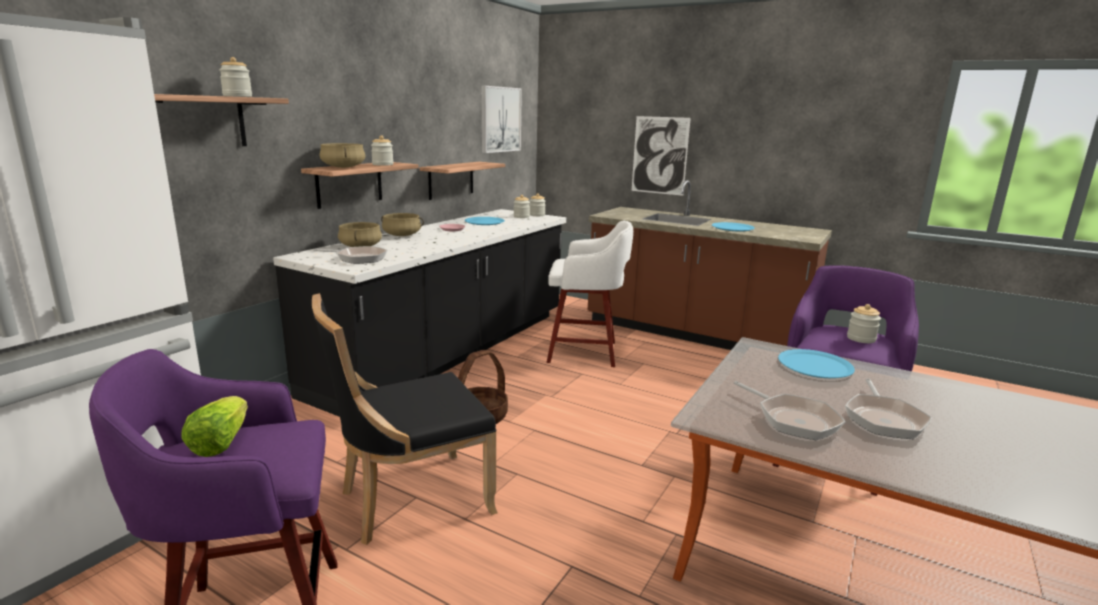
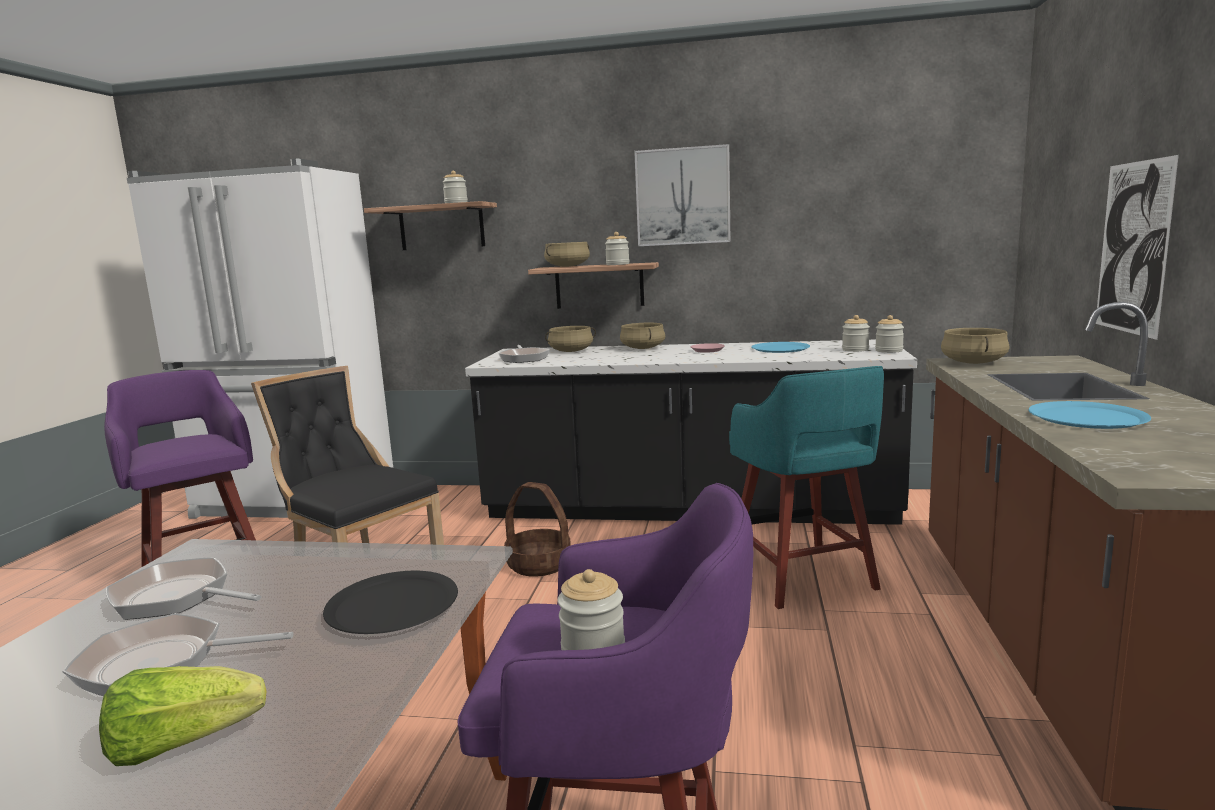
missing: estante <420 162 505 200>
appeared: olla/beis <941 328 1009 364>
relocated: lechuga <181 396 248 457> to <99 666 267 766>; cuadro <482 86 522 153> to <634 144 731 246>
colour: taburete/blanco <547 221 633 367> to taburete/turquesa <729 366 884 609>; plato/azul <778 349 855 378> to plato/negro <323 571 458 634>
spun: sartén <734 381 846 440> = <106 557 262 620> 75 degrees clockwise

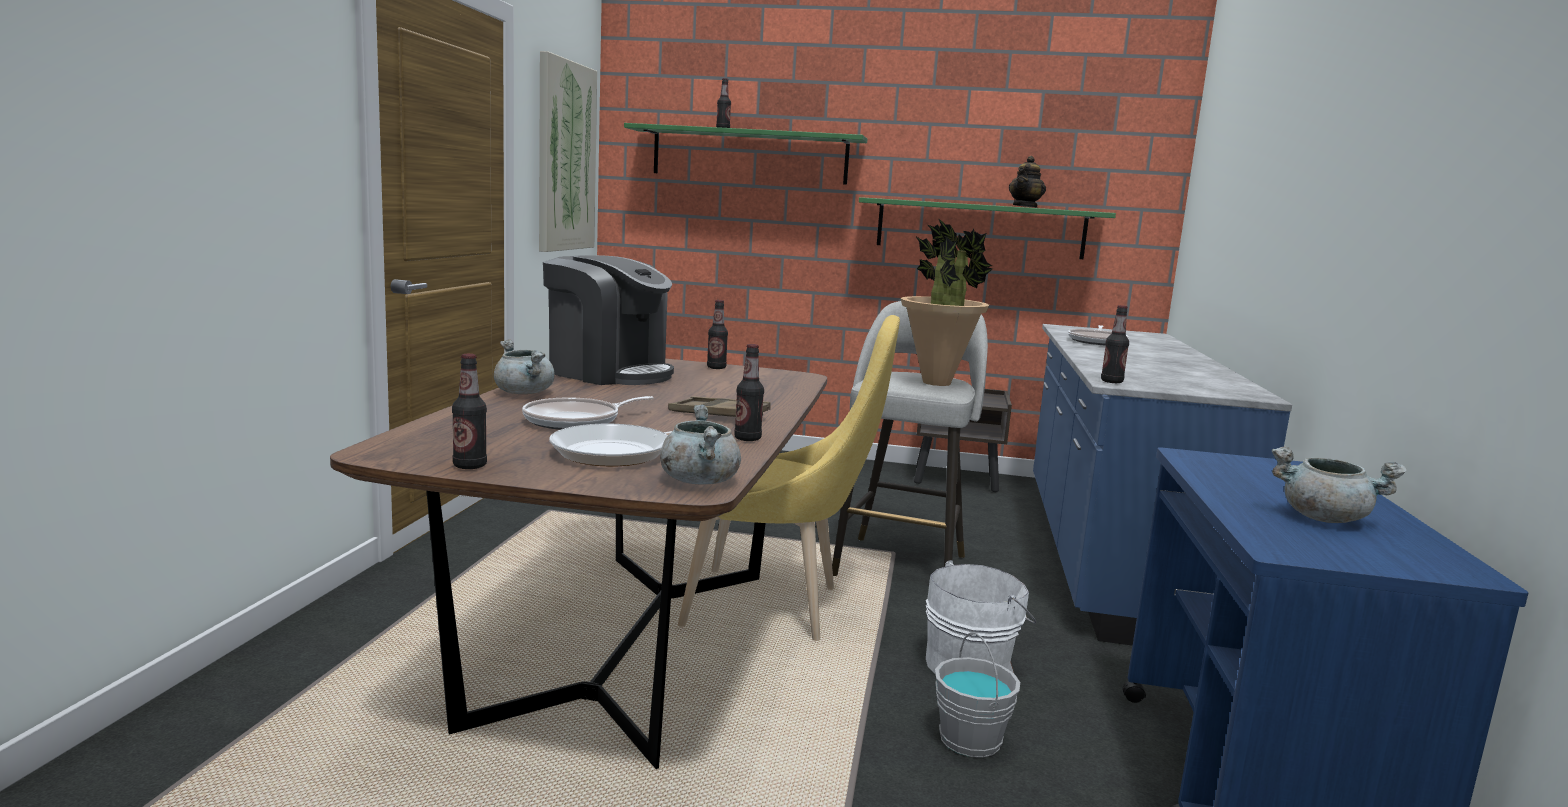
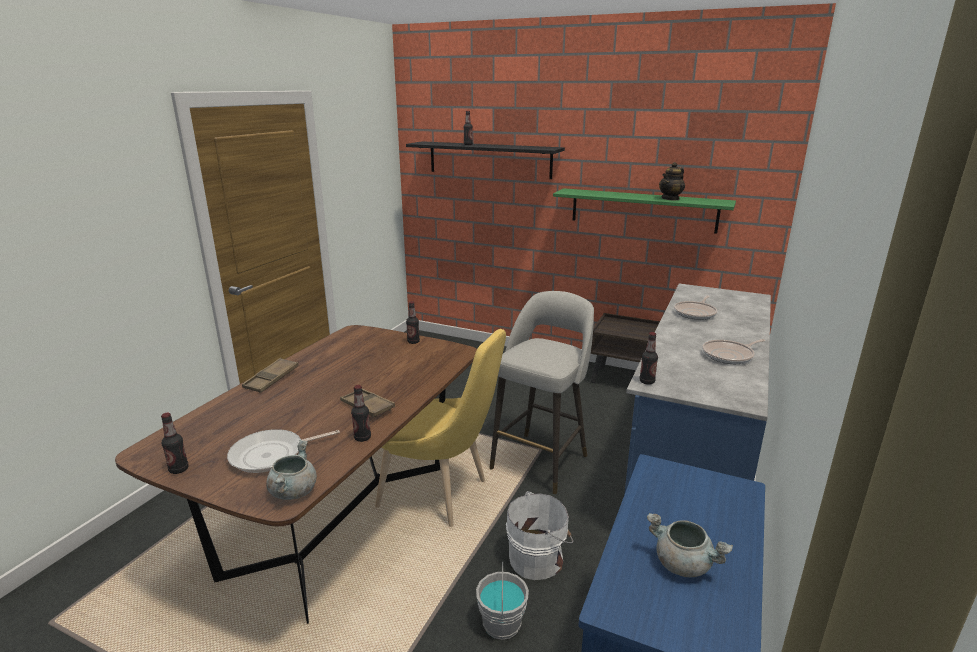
missing: cuadro <539 51 597 252>; cafetera <543 255 674 385>; planta en maceta <901 218 993 386>
relocated: sartén <522 396 654 430> to <702 339 766 364>
exchanged: olla/gris <494 339 554 394> to bandeja/marrón <242 358 299 393>
colour: estante/verde <624 123 867 185> to estante/negro <406 141 565 179>

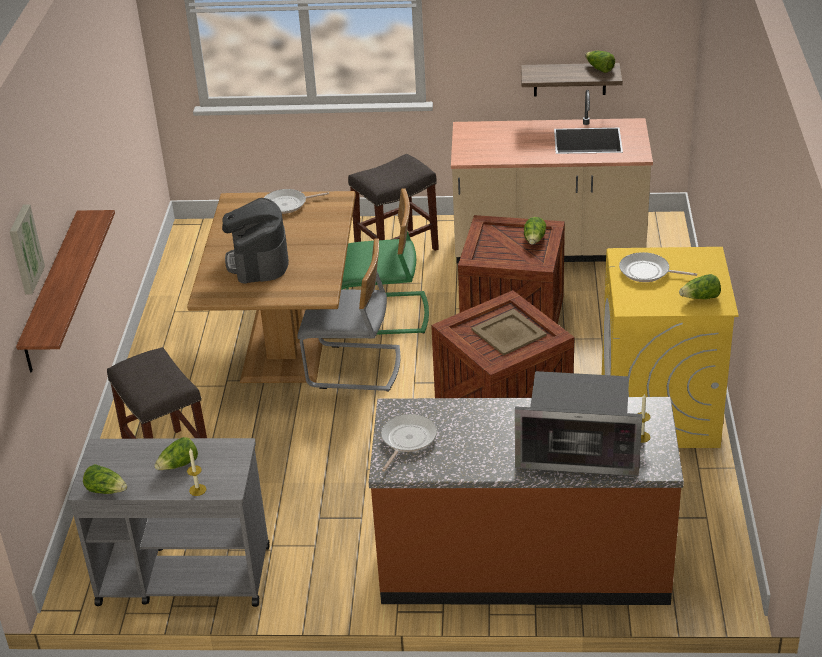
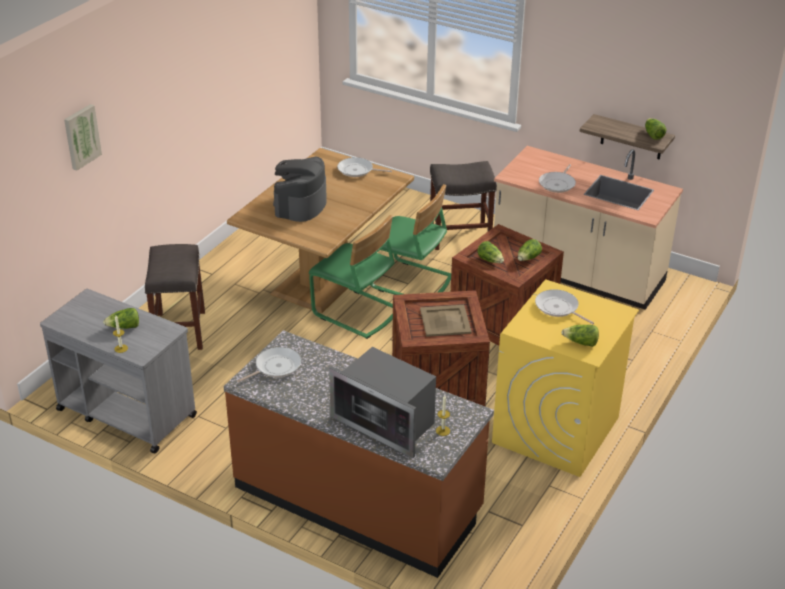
missing: estante <16 210 115 373>
appeared: sartén <539 164 576 193>
relocated: lechuga <83 464 127 494> to <477 241 504 263>
colour: silla/gris <297 238 400 392> to silla/verde <309 215 395 339>

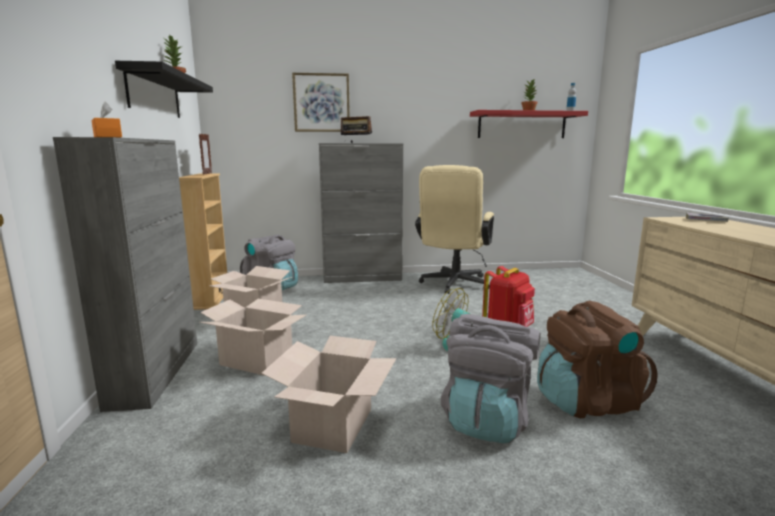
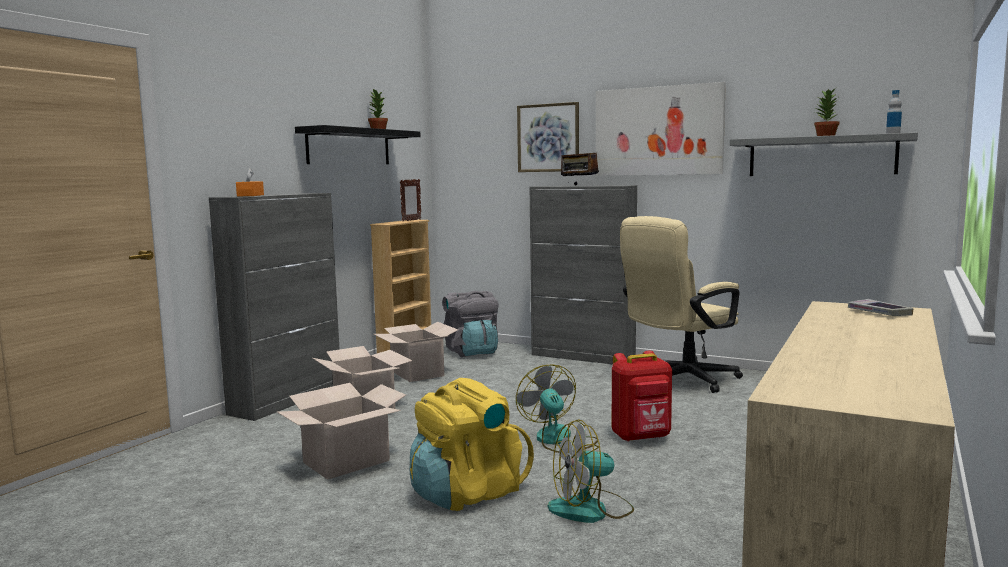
appeared: cuadro <596 82 726 176>
exchanged: mochila/marrón <537 301 658 419> to ventilador <548 419 634 523>
colour: mochila/gris <441 314 540 443> to mochila/amarillo <409 378 534 511>; estante/rojo <470 110 588 138> to estante/gris <730 133 918 176>

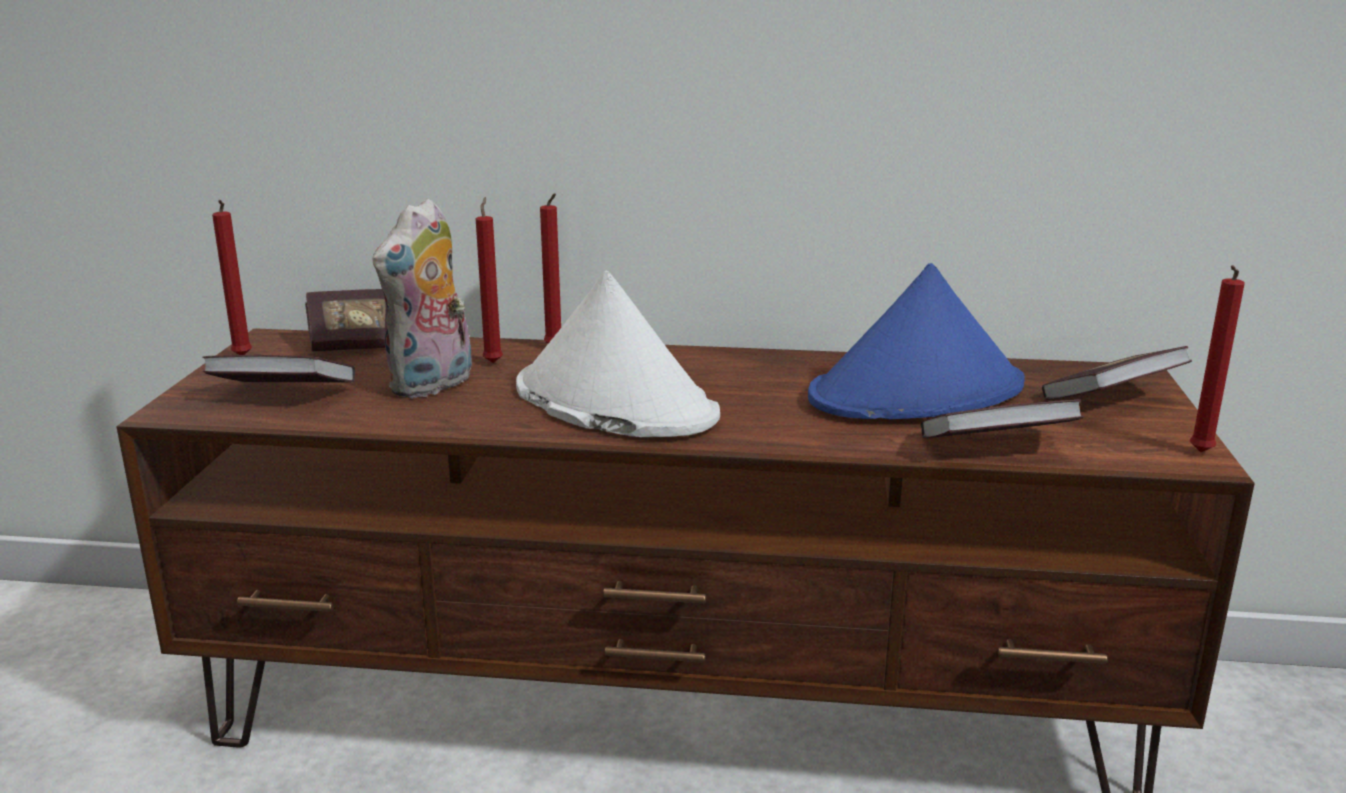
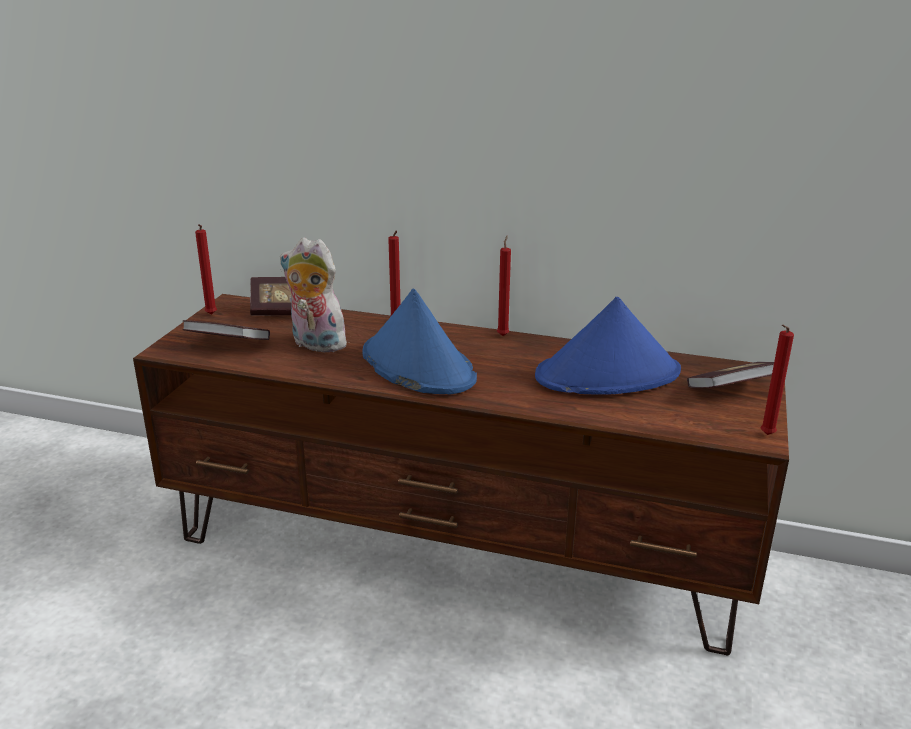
missing: libro <921 399 1084 438>
relocated: vela/rojo <476 197 503 363> to <497 236 511 336>
colour: sombrero/blanco <516 271 720 437> to sombrero/azul <362 288 477 394>
spun: peluche <373 198 472 398> = <280 237 349 353> 75 degrees clockwise

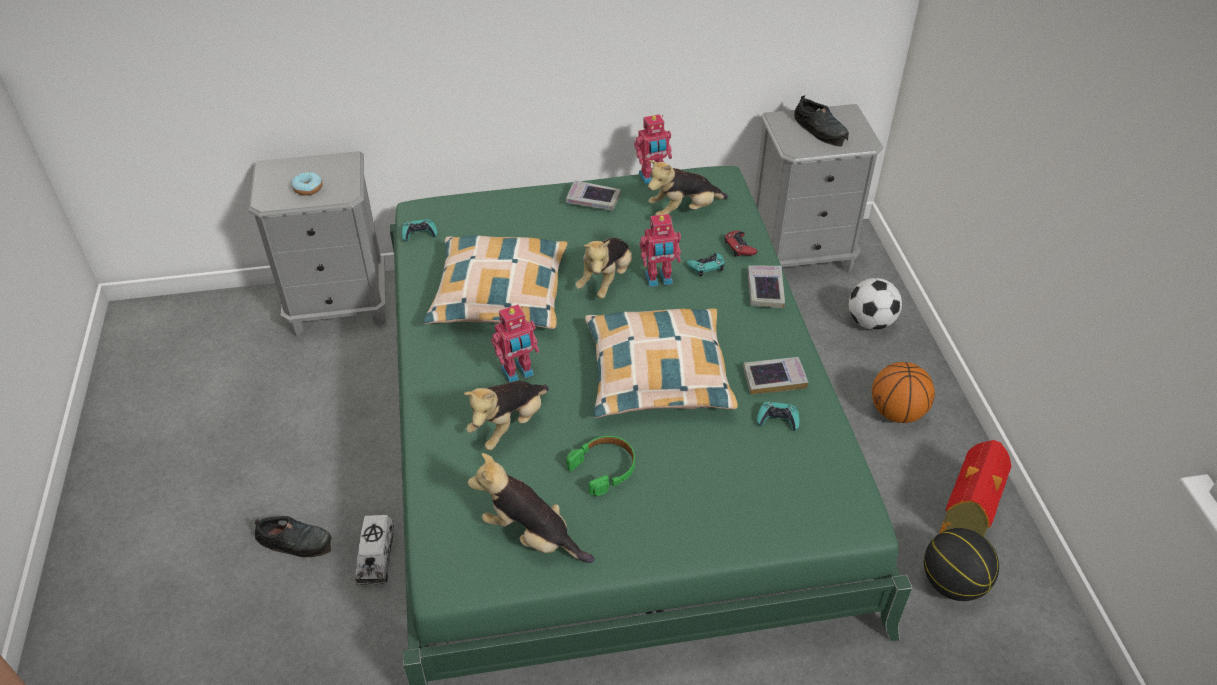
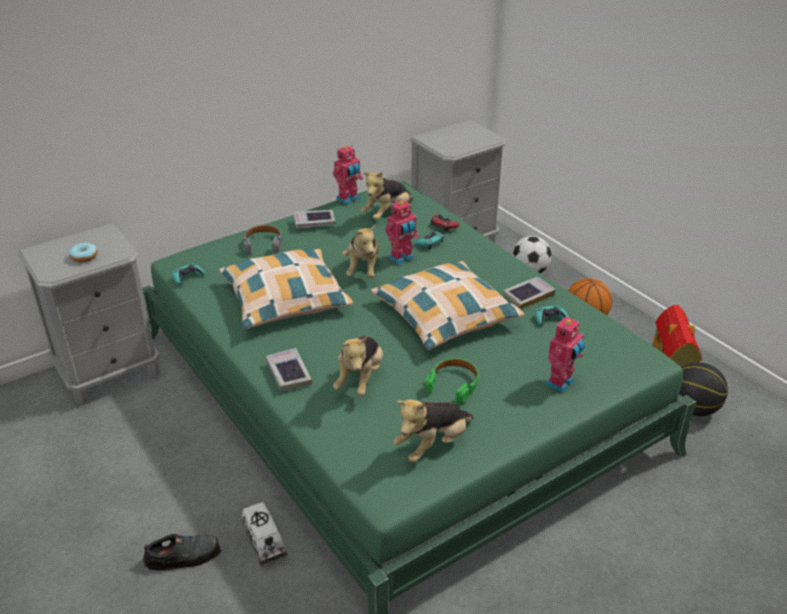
missing: zapato/negro <794 95 849 146>
appeared: auriculares/gris <244 225 282 254>
relocated: robot de juguete <491 304 539 382> to <544 316 585 393>; libro <748 265 785 309> to <266 348 312 391>
spun: peluche <468 453 595 563> = <394 399 474 463> 45 degrees counterclockwise

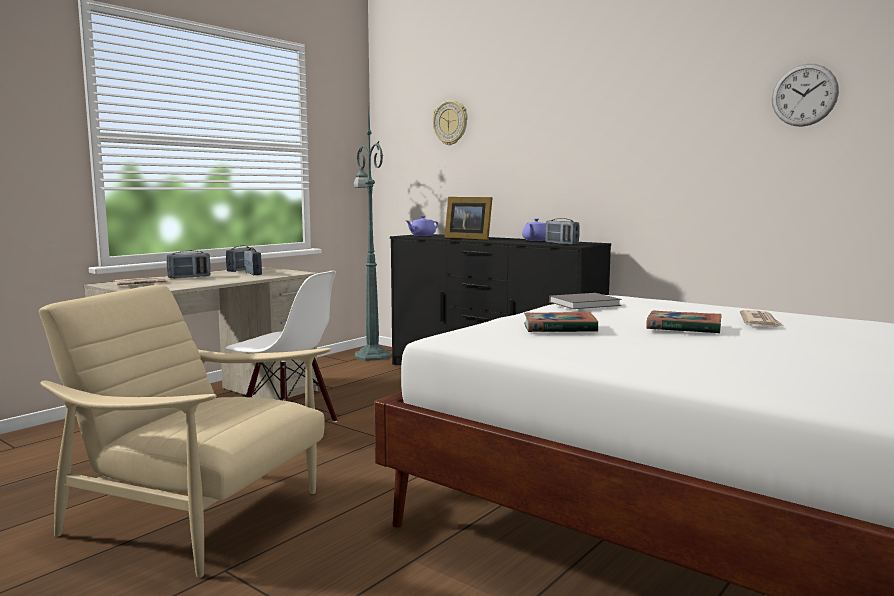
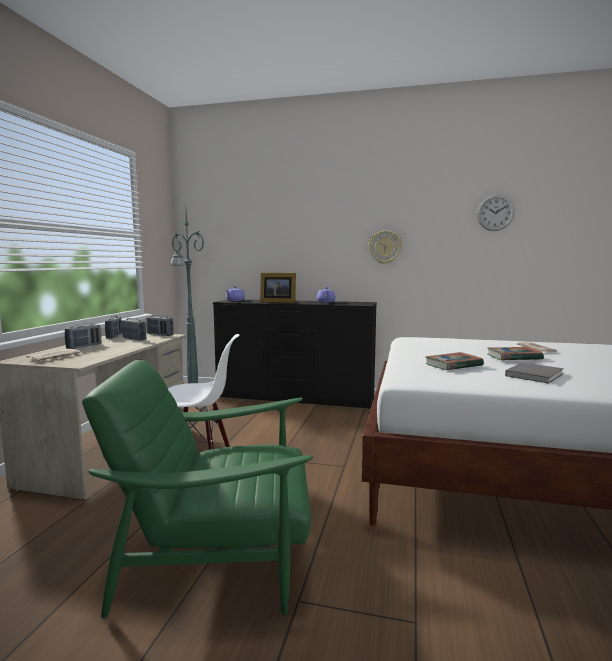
relocated: reloj de pared <433 100 468 145> to <369 230 402 264>; radio <545 218 580 245> to <147 315 174 336>; libro/gris <549 293 621 309> to <505 362 564 384>
colour: sillón/beis <39 285 331 578> to sillón/verde <82 360 313 619>

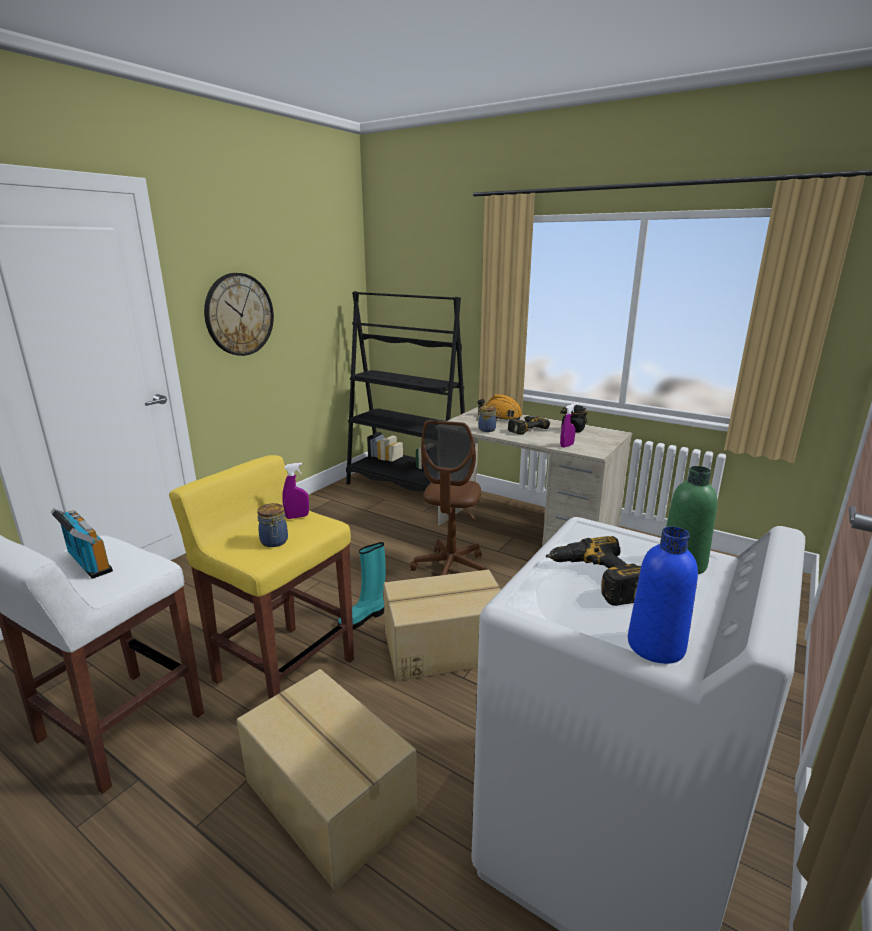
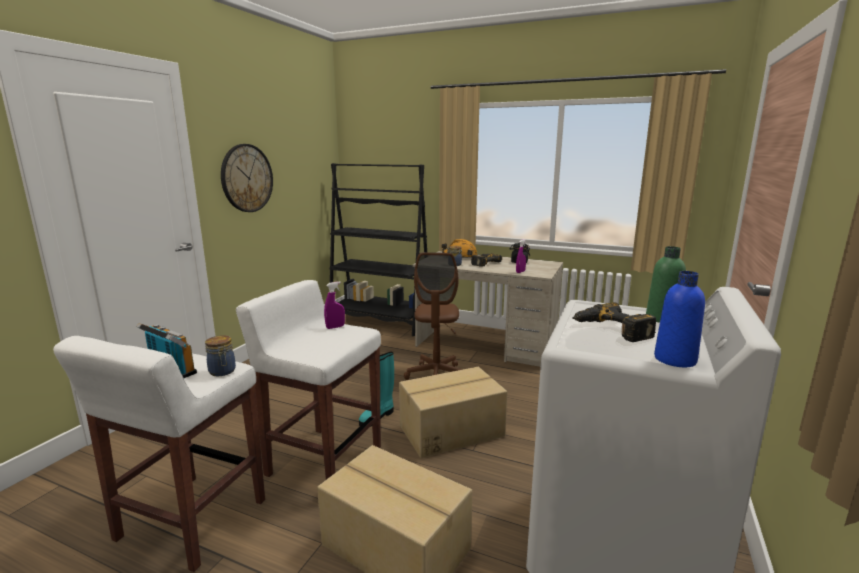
relocated: tarro <257 503 288 547> to <205 335 236 376>
colour: taburete/amarillo <169 455 354 699> to taburete/blanco <236 280 381 479>

